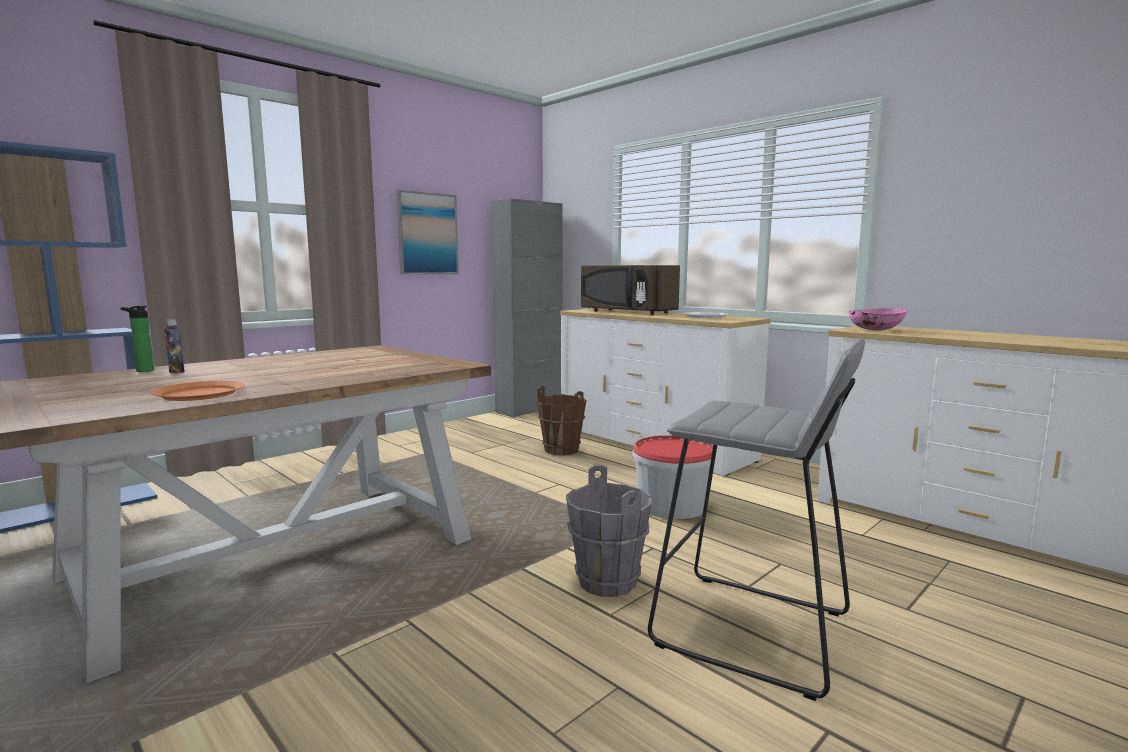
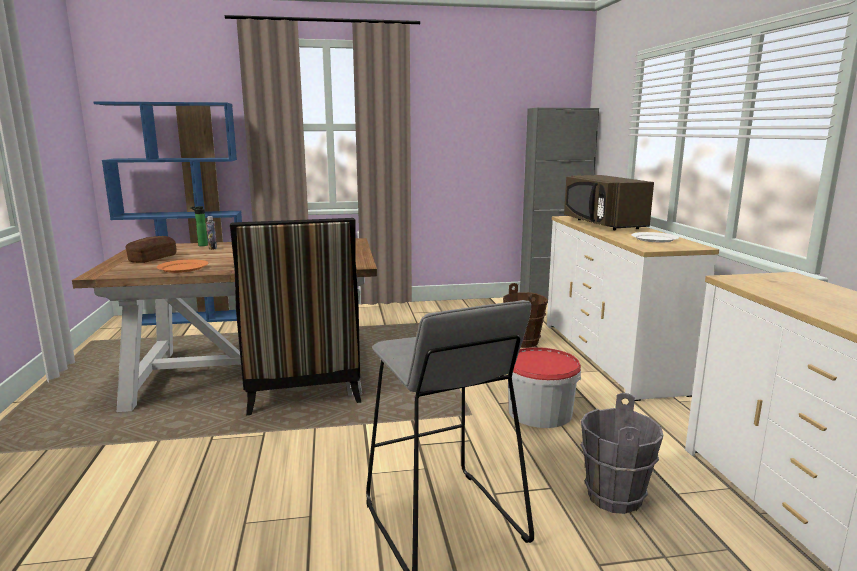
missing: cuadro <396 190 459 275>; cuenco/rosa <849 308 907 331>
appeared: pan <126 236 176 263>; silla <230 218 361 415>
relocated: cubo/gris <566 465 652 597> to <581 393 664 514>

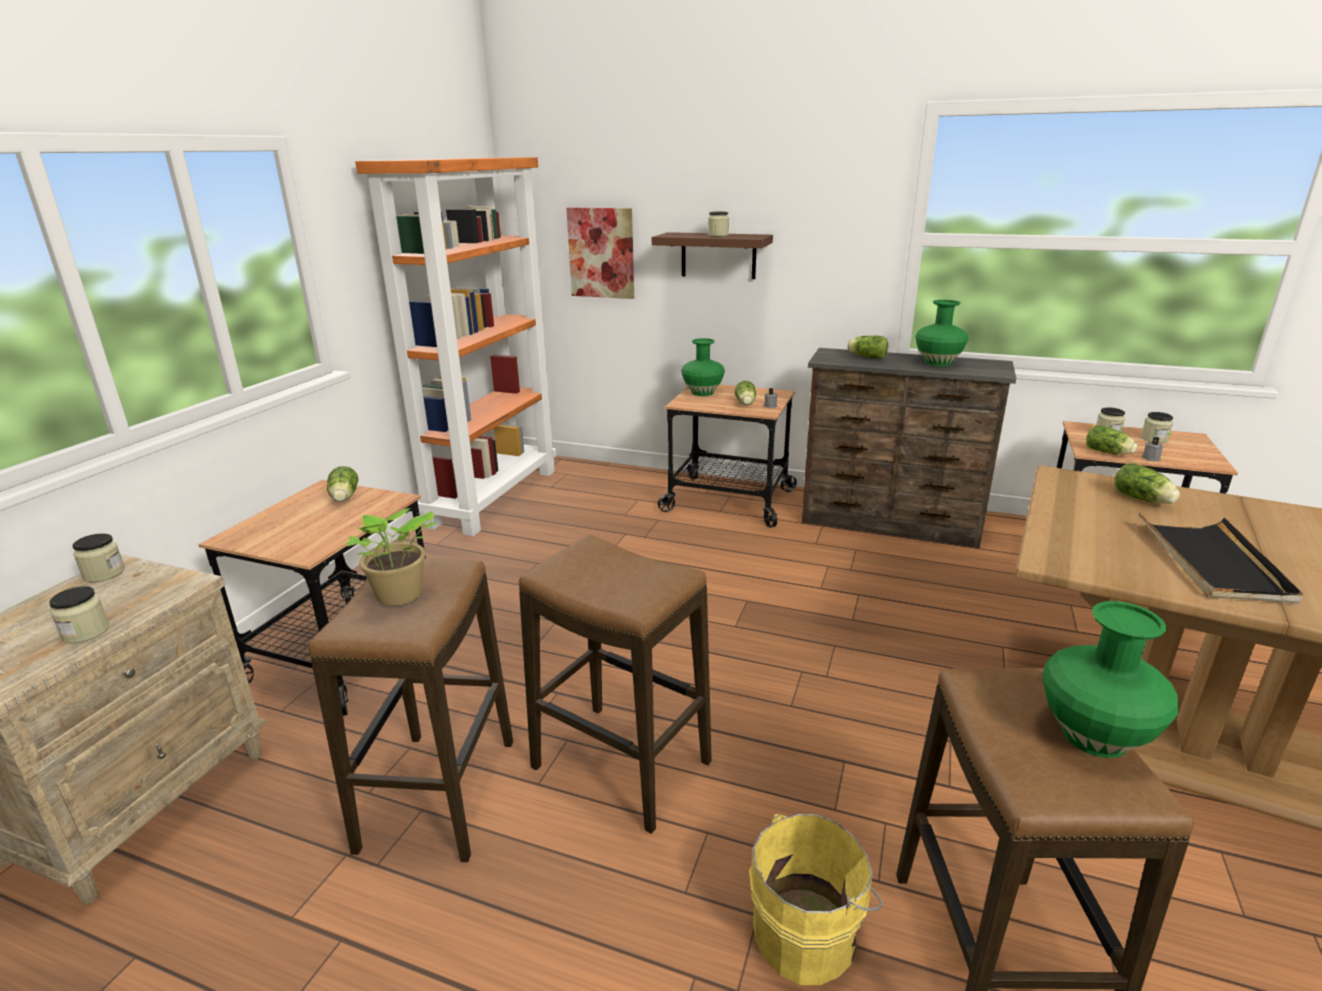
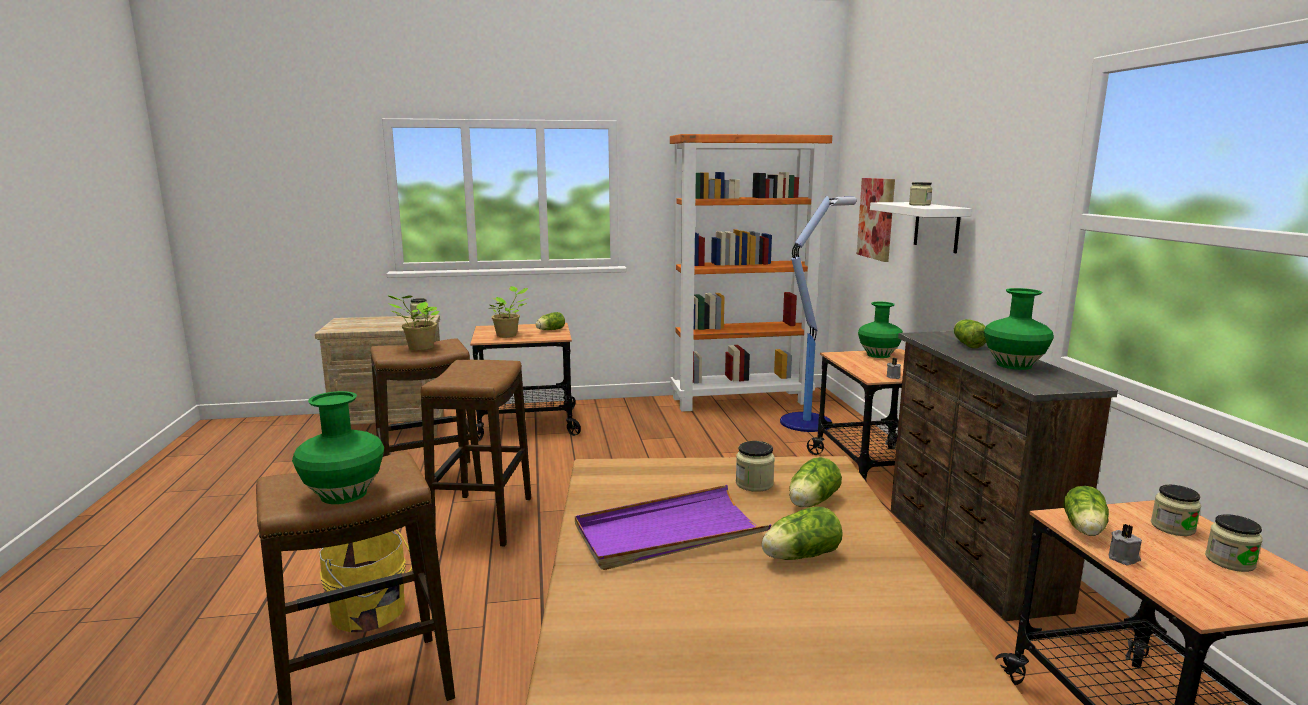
appeared: planta en maceta <490 286 528 337>; lámpara de pie <780 196 856 432>
relocated: tarro <49 586 110 643> to <736 441 775 492>; lechuga <735 381 756 405> to <762 507 843 560>
colour: estante/marrón <652 232 773 279> to estante/blanco <870 202 971 253>; bandeja/negro <1139 513 1303 604> to bandeja/morado <575 485 771 570>

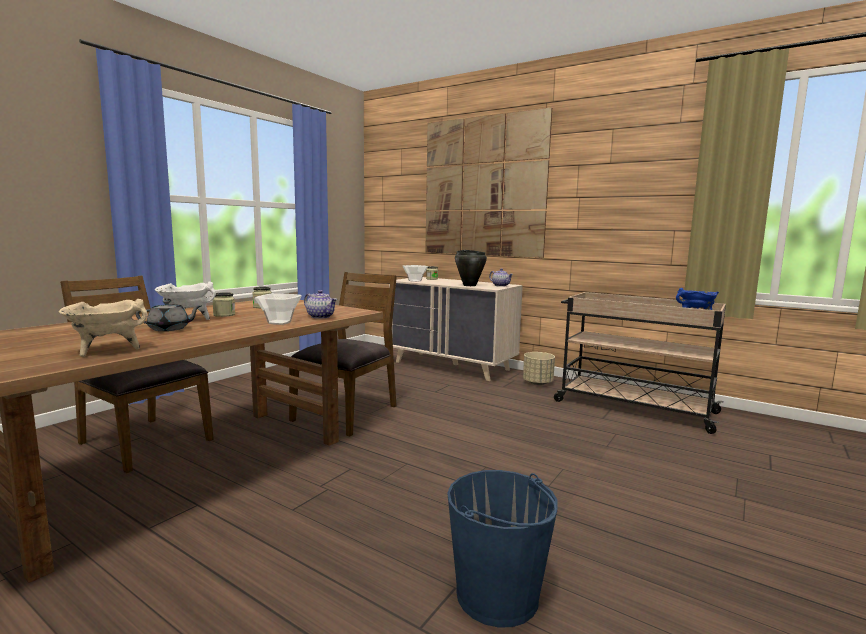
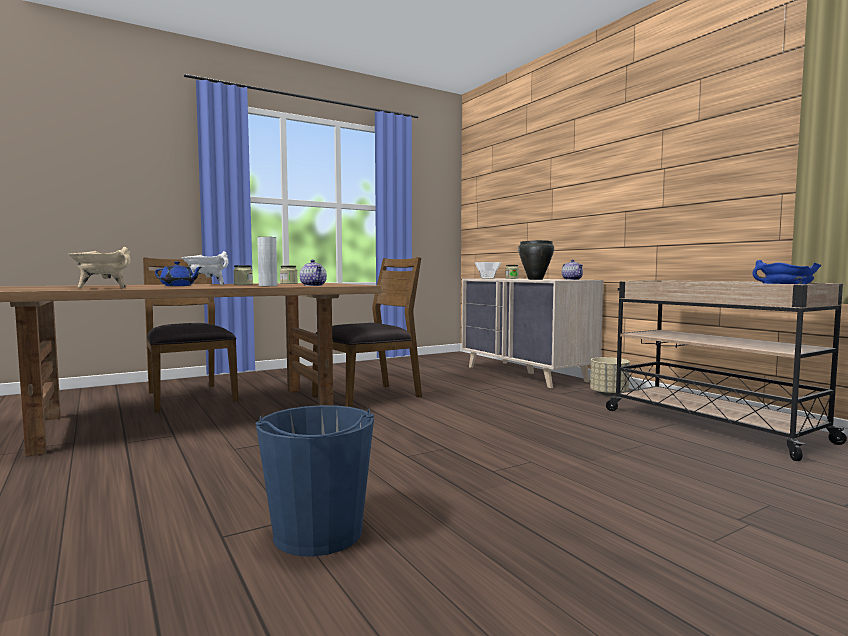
missing: cuadro <425 107 552 258>
exchanged: cuenco <255 293 302 325> to florero/gris <257 237 277 286>
colour: tetera/gris <136 300 201 331> to tetera/azul <155 261 202 286>

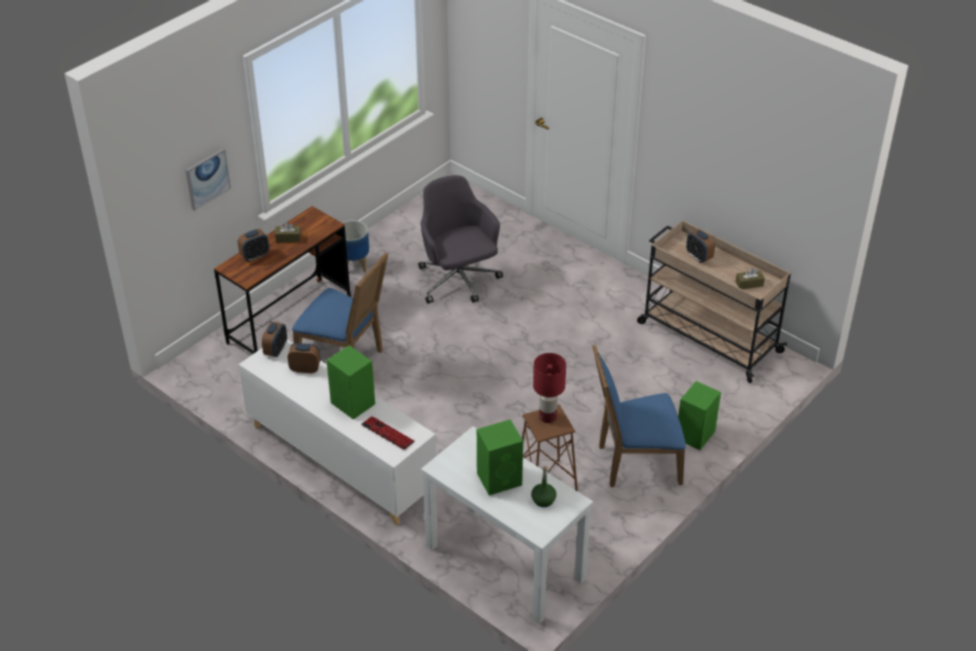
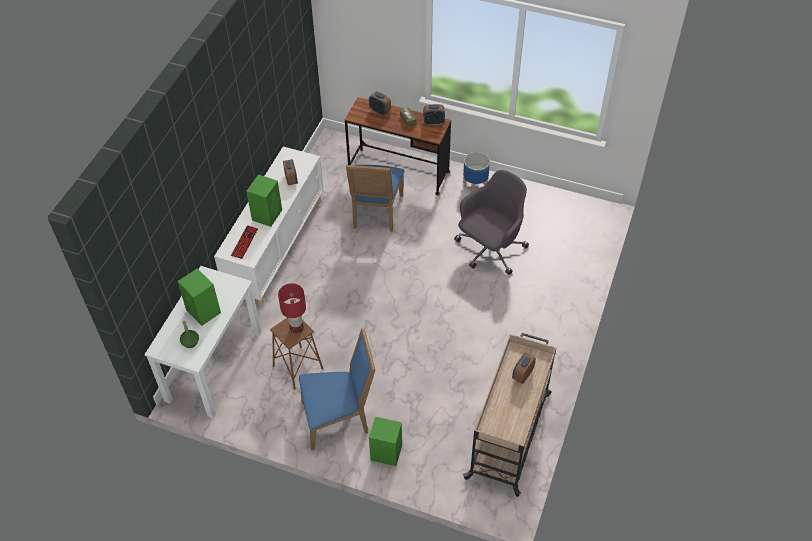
missing: cuadro <185 148 231 211>; caja de pañuelos/marrón <735 268 765 289>
relocated: despertador <262 322 287 357> to <423 104 445 126>
spun: silla/azul <592 344 686 487> = <299 328 376 451> 105 degrees clockwise

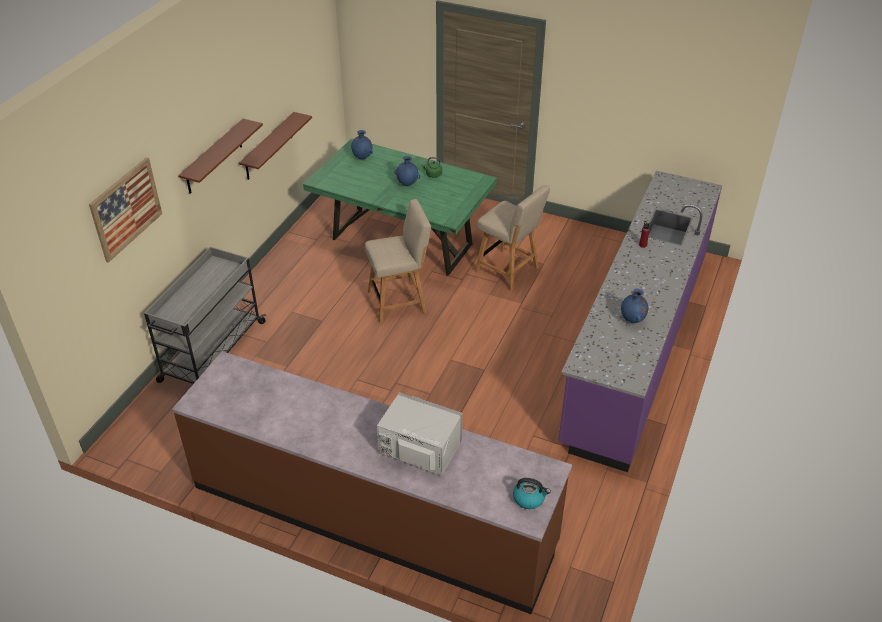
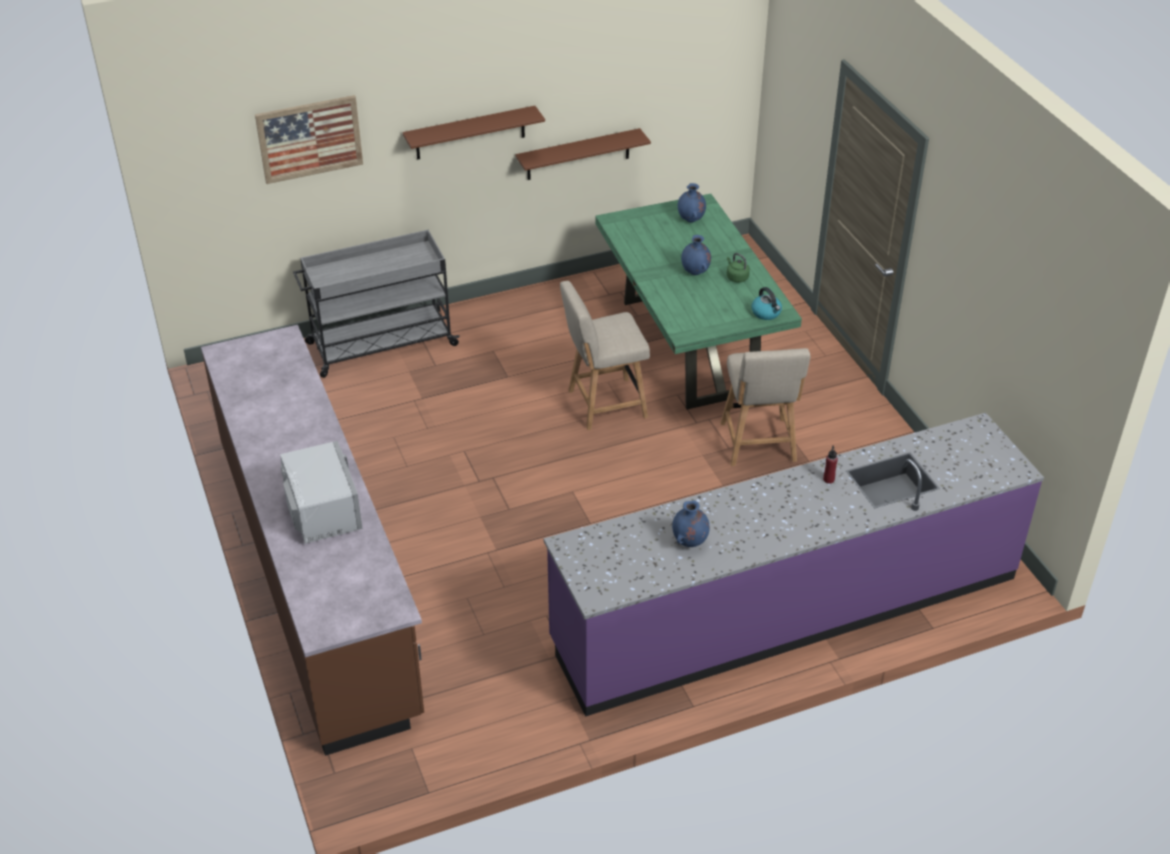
relocated: hervidor <513 478 551 509> to <751 287 782 320>
spun: silla/beis <365 199 431 323> = <560 281 650 430> 135 degrees clockwise

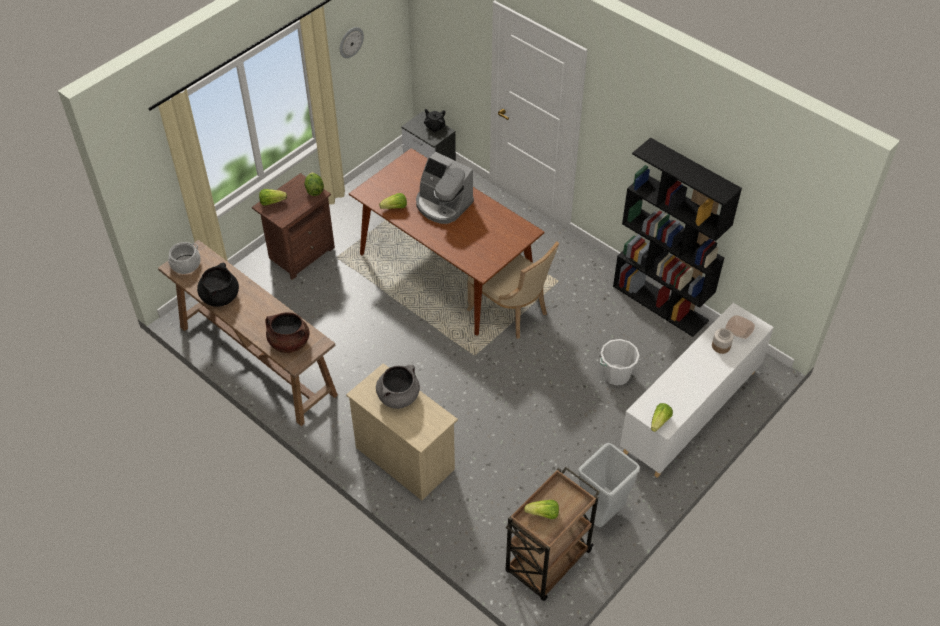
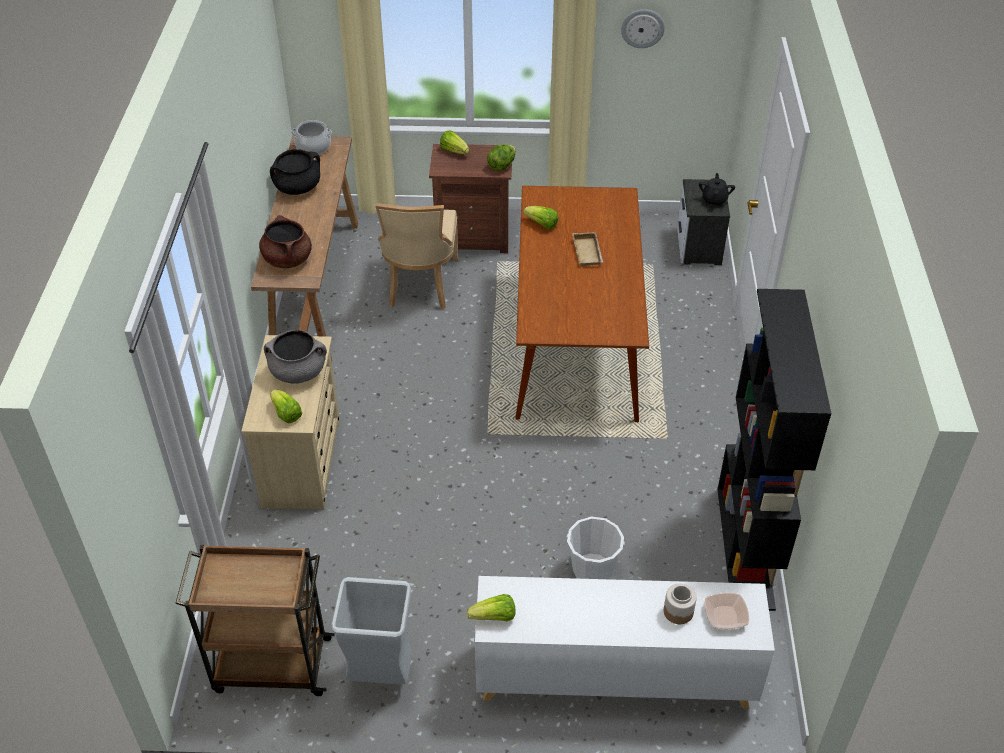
relocated: silla/beis <467 241 559 339> to <375 203 459 309>; lechuga <524 500 559 519> to <270 389 302 423>
exchanged: cafetera <416 152 474 224> to bandeja/beis <572 232 603 267>

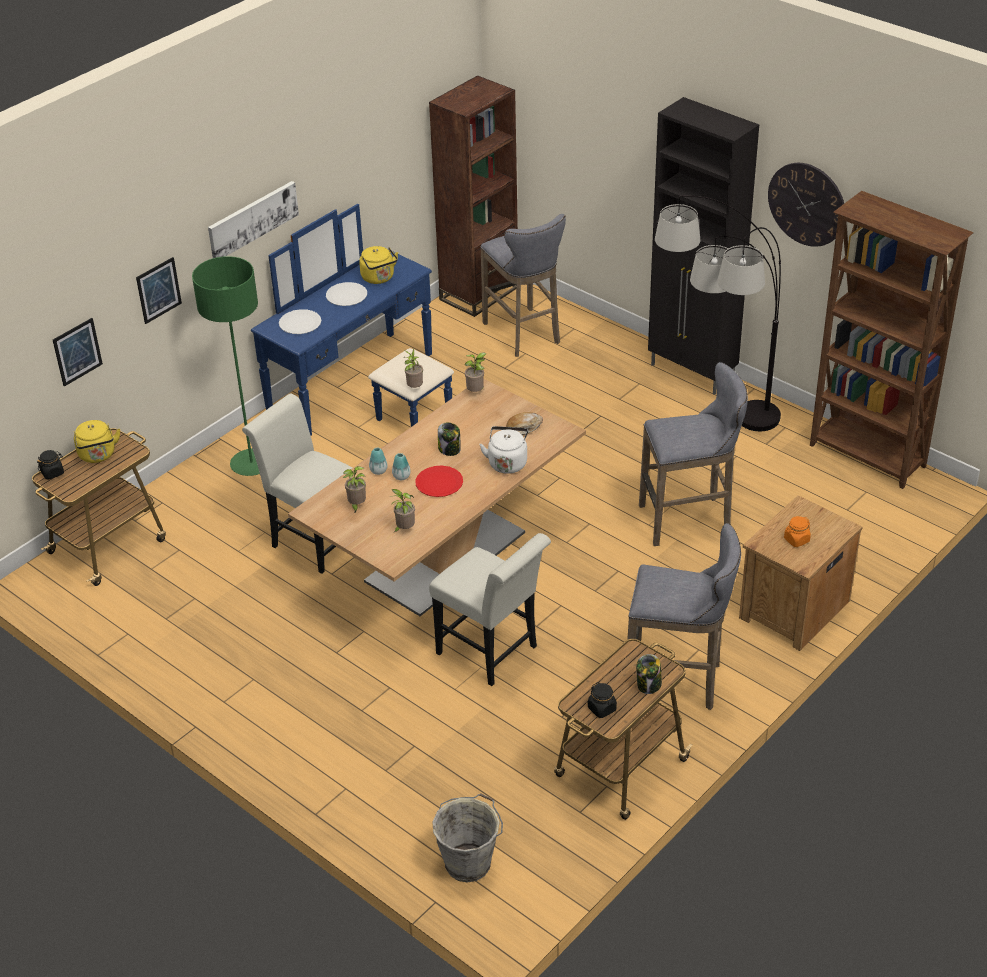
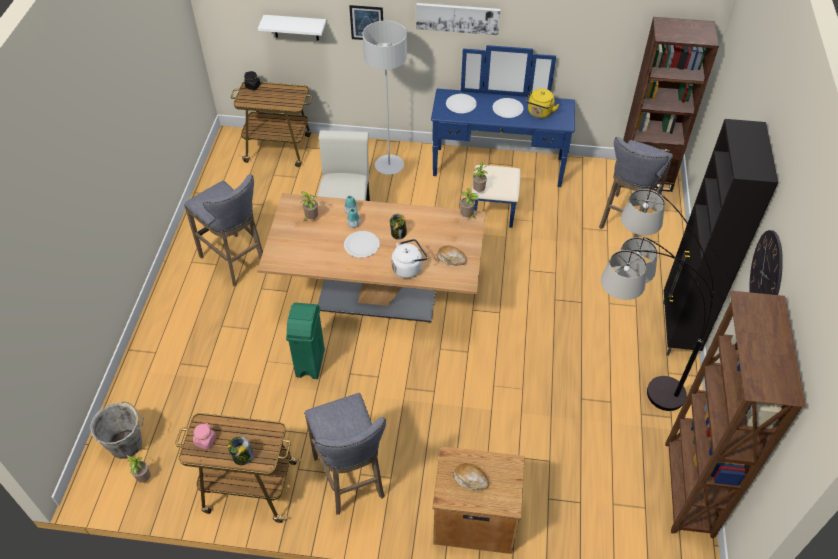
missing: hervidor/amarillo <74 420 120 463>
relocated: planta en maceta <390 489 415 533> to <126 453 151 483>; taburete/gris <639 362 748 546> to <184 174 263 287>
exchanged: cuadro <53 318 103 387> to estante/blanco <258 15 326 41>; silla/blanco <429 533 551 686> to papelera/verde <286 303 325 379>; tarro/naranja <784 516 811 547> to pan <453 463 489 490>
colour: lámpara de pie/verde <192 256 260 476> to lámpara de pie/gris <362 21 407 175>; plato/rojo <415 466 463 497> to plato/blanco <344 231 380 258>; tarro/negro <588 682 617 718> to tarro/rosa <193 423 216 450>

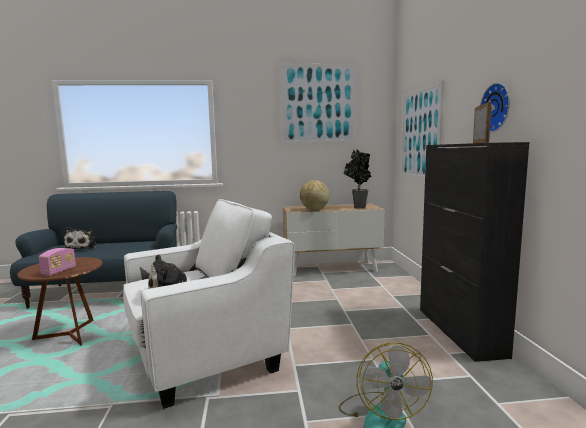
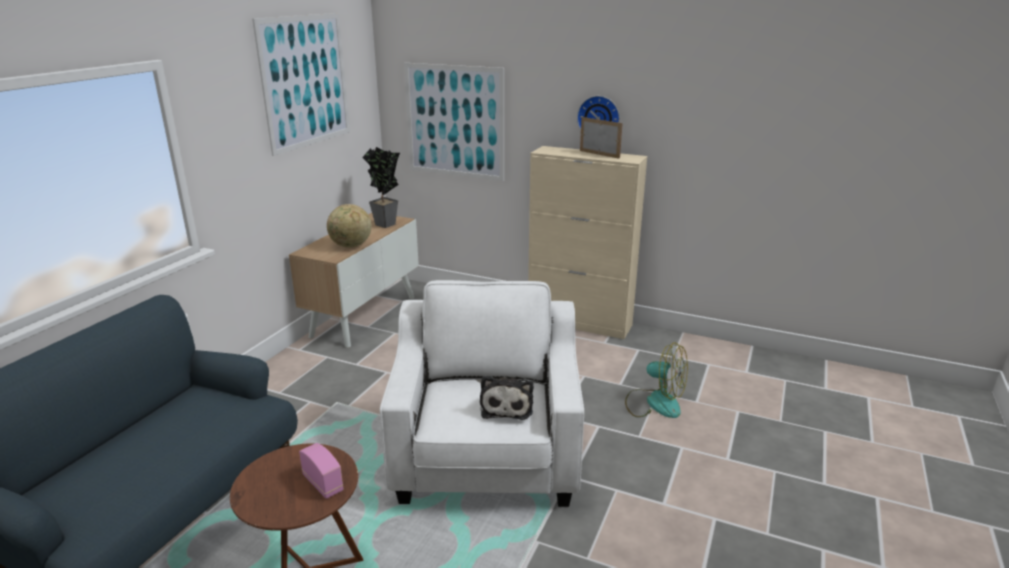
missing: peluche <64 227 98 250>
colour: armario/negro <420 142 529 362> to armario/beis <528 146 647 339>

